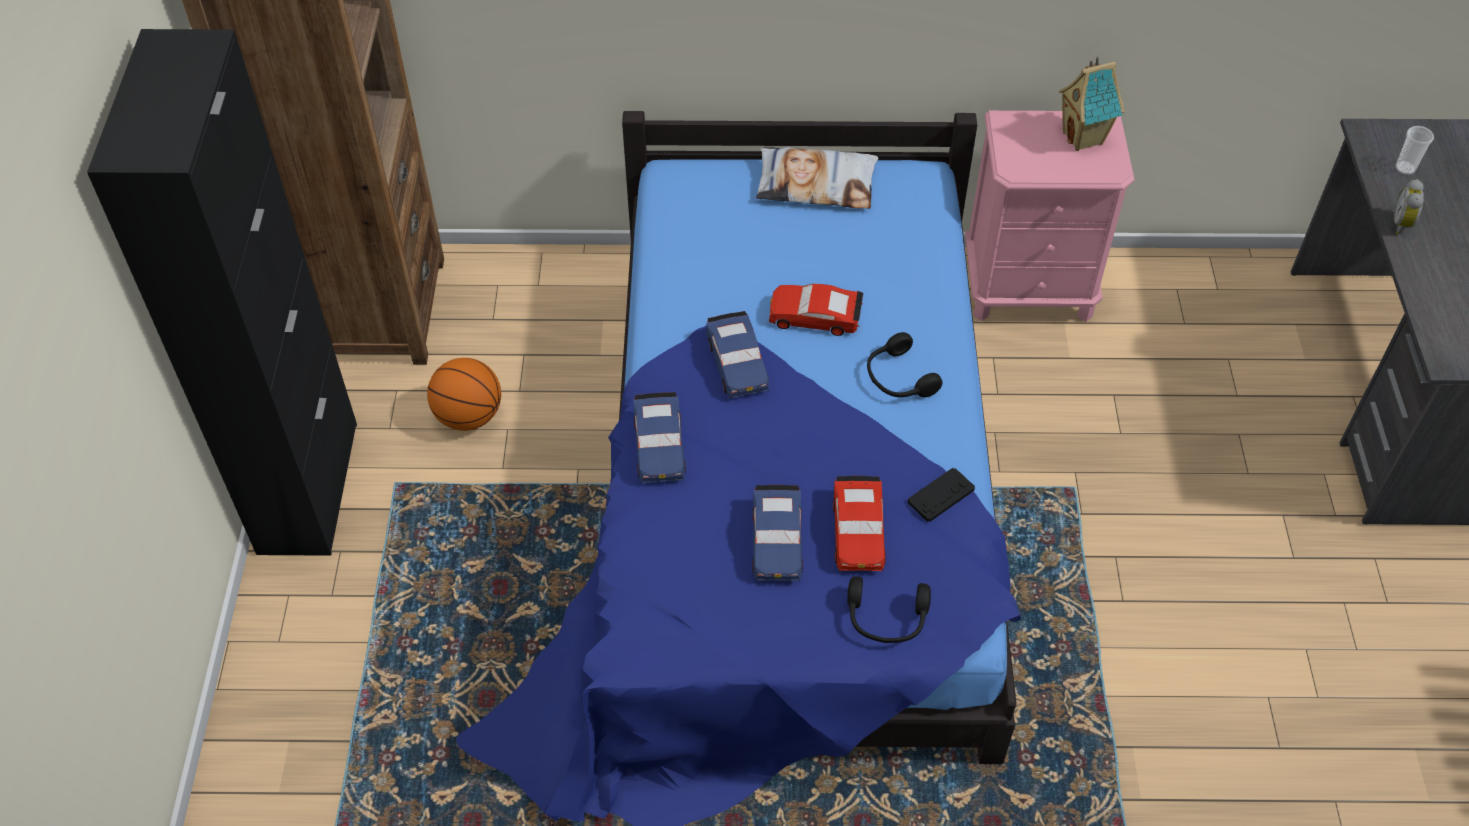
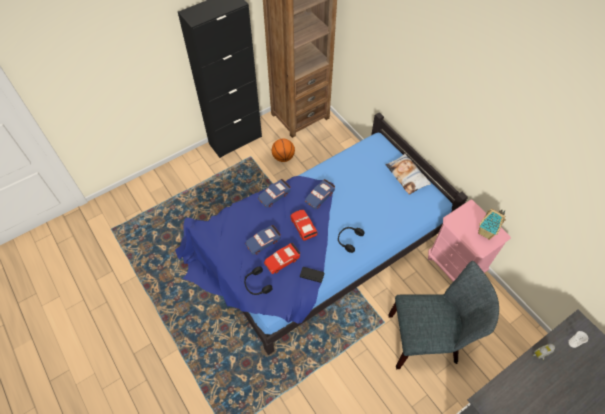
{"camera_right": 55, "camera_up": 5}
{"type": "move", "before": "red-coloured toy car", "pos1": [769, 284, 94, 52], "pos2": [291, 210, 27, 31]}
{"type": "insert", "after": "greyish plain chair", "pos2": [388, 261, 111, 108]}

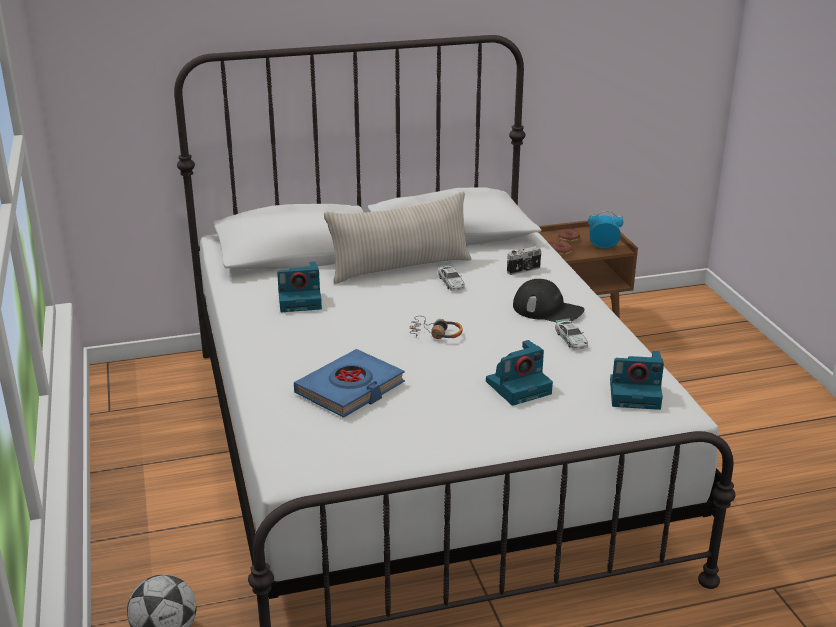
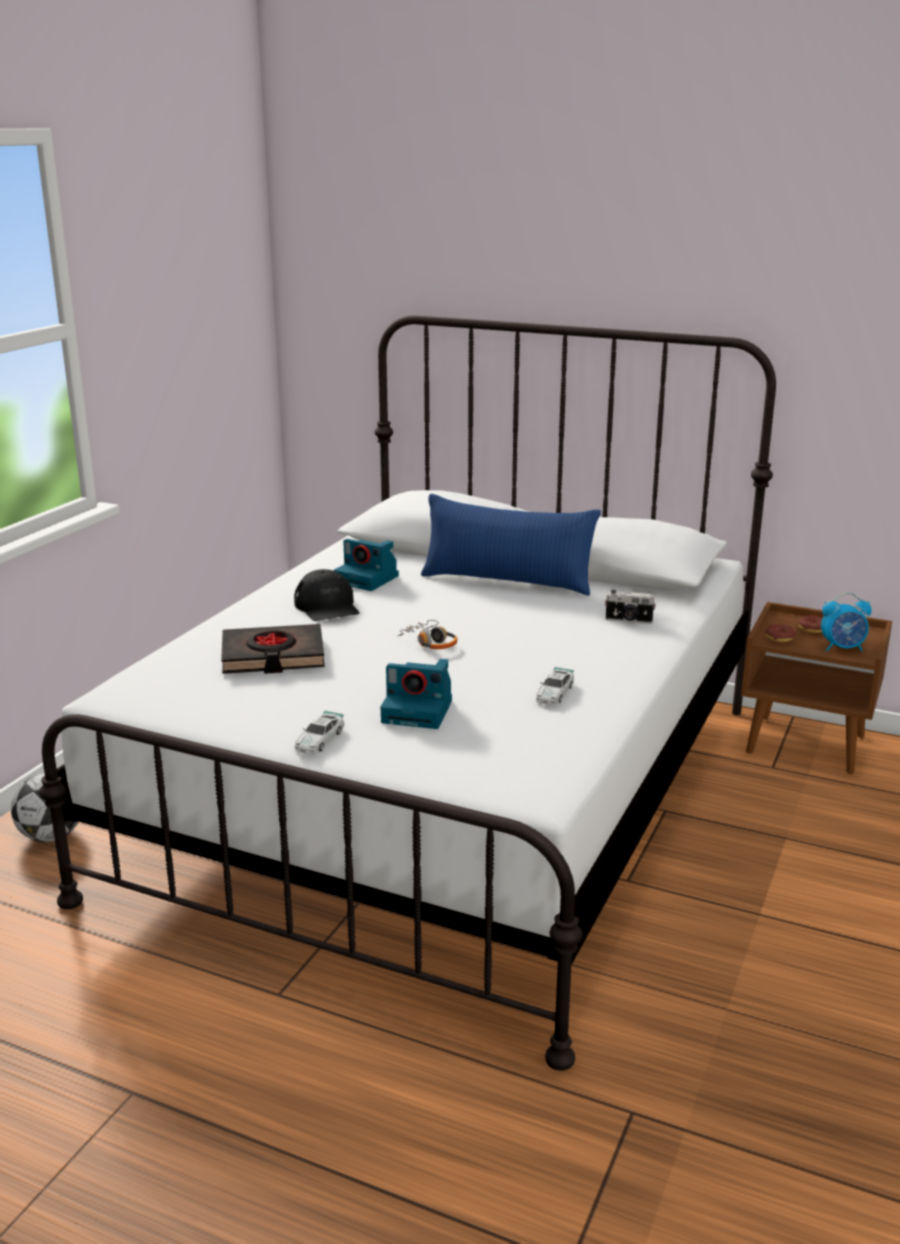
{"camera_right": 40, "camera_up": -5}
{"type": "recolor", "before": "blue-coloured volume", "after": "black-coloured volume", "pos1": [294, 349, 111, 69], "pos2": [221, 624, 104, 50]}
{"type": "recolor", "before": "sand-coloured pillow", "after": "blue-coloured pillow", "pos1": [324, 192, 147, 92], "pos2": [421, 494, 180, 102]}
{"type": "move", "before": "toy car", "pos1": [438, 264, 27, 27], "pos2": [295, 711, 49, 43]}
{"type": "move", "before": "black-coloured cap", "pos1": [513, 279, 71, 43], "pos2": [294, 569, 66, 52]}
{"type": "rotate", "before": "alarm clock", "pos1": [588, 211, 35, 38], "pos2": [821, 593, 51, 59], "turn": 135}
{"type": "delete", "before": "still camera", "pos1": [610, 351, 54, 59]}

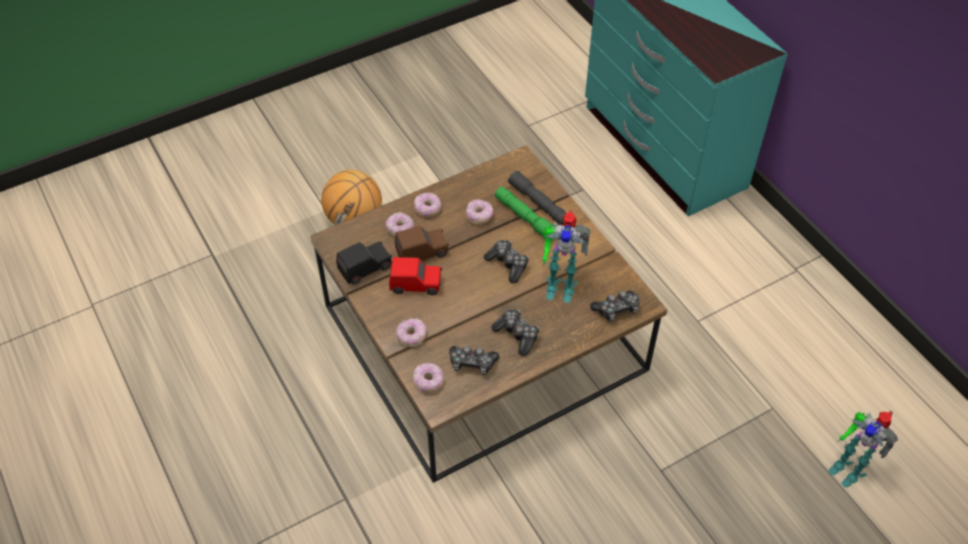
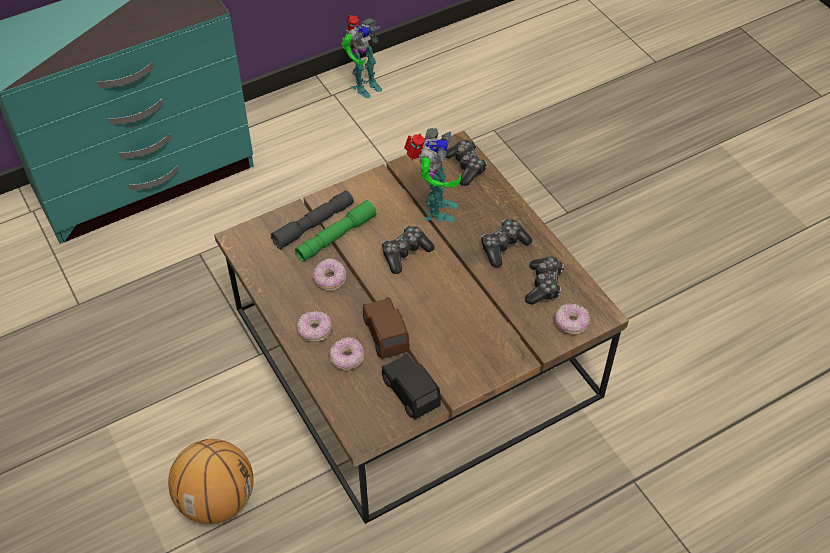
{"camera_right": -90, "camera_up": 0}
{"type": "delete", "before": "red-coloured toy car", "pos1": [389, 257, 53, 38]}
{"type": "delete", "before": "donut", "pos1": [396, 318, 30, 29]}
{"type": "move", "before": "toy robot", "pos1": [828, 411, 70, 77], "pos2": [341, 15, 42, 83]}

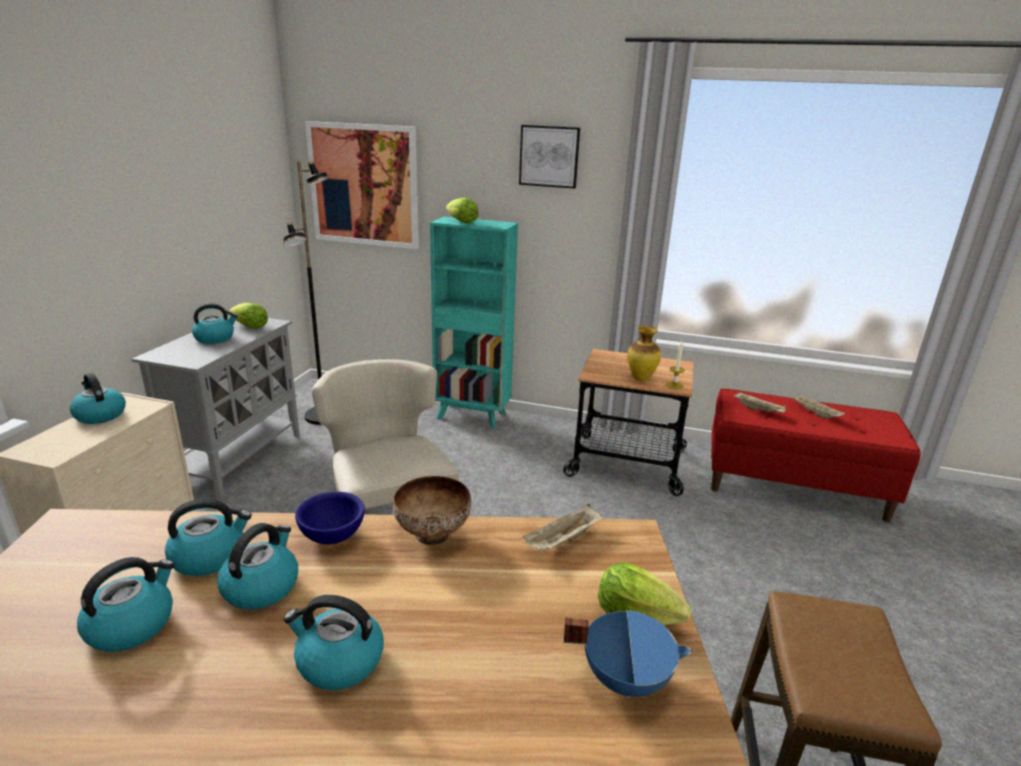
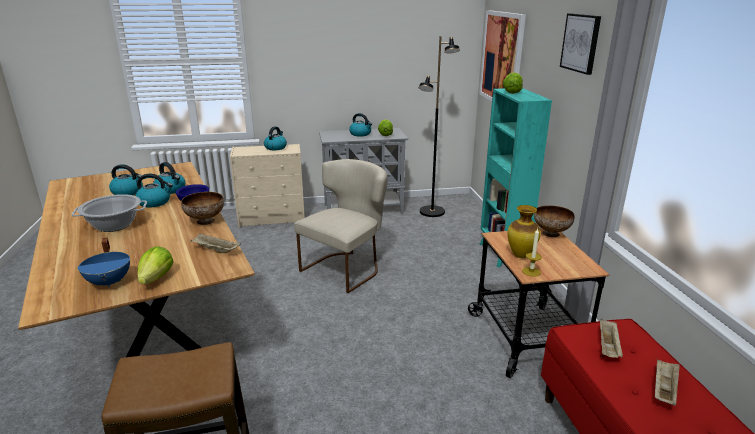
{"camera_right": 65, "camera_up": 0}
{"type": "replace", "before": "tea kettle", "after": "saucepot", "pos1": [284, 595, 100, 95], "pos2": [72, 194, 75, 38]}
{"type": "insert", "after": "bowl", "pos2": [534, 205, 41, 32]}

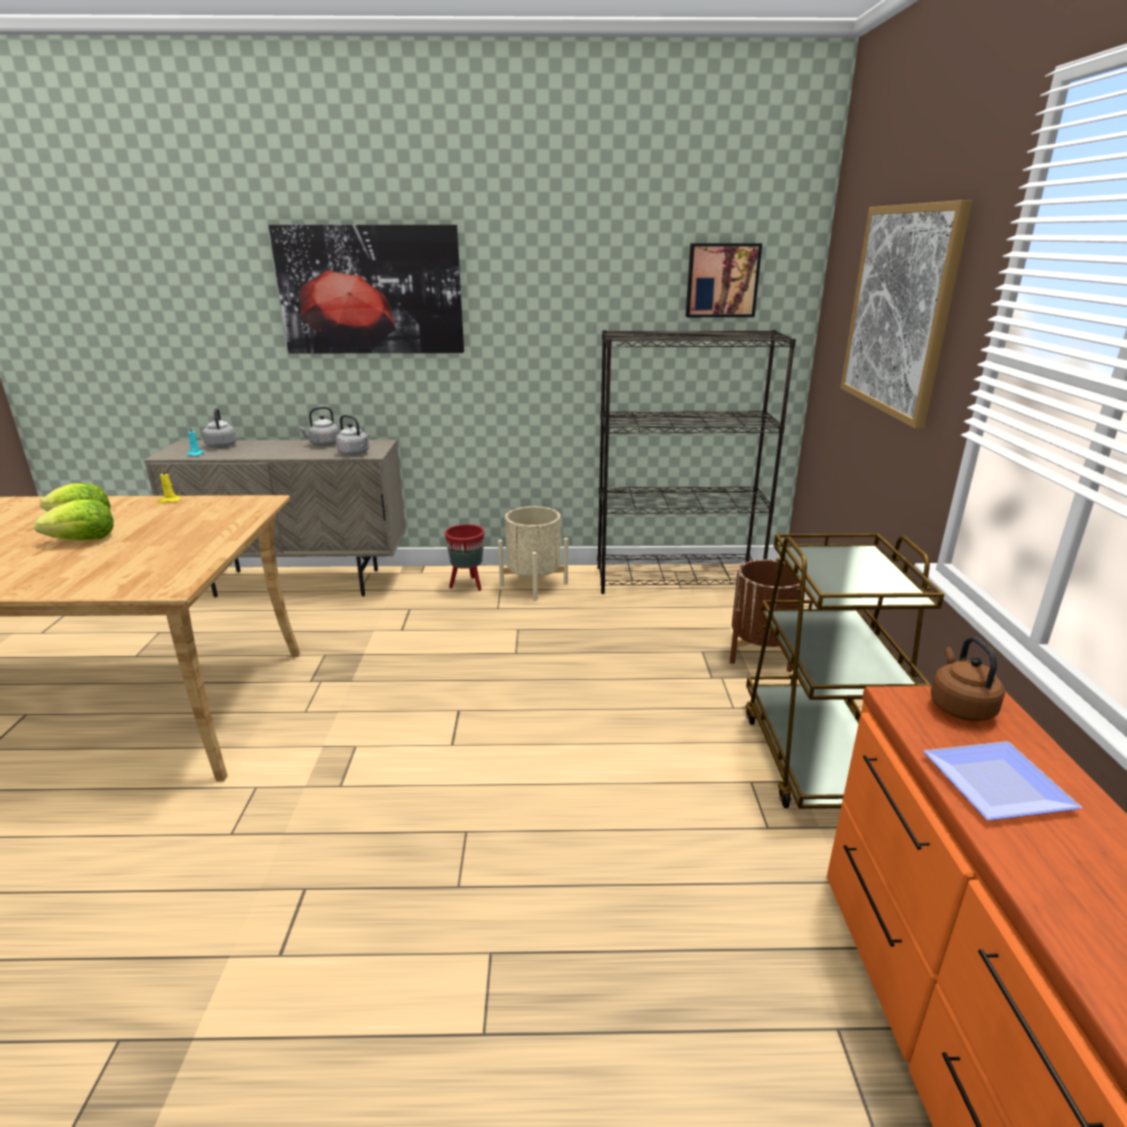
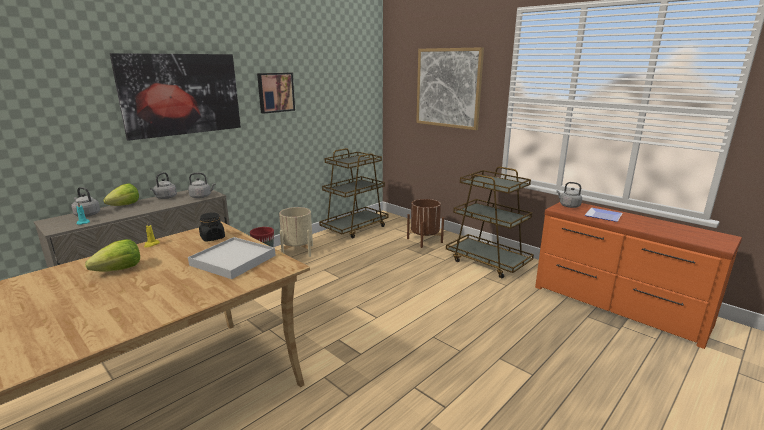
{"camera_right": -45, "camera_up": -5}
{"type": "move", "before": "lettuce head", "pos1": [34, 499, 80, 42], "pos2": [103, 184, 36, 22]}
{"type": "replace", "before": "black-coloured shelving unit", "after": "brown-coloured cart", "pos1": [597, 330, 199, 264], "pos2": [319, 148, 70, 90]}
{"type": "move", "before": "picture", "pos1": [686, 243, 76, 74], "pos2": [257, 73, 38, 41]}
{"type": "recolor", "before": "brown-coloured tea kettle", "after": "greyish tea kettle", "pos1": [931, 637, 74, 84], "pos2": [556, 182, 26, 26]}
{"type": "insert", "after": "whitish carrying tray", "pos2": [188, 237, 88, 42]}
{"type": "insert", "after": "black-coloured storage jar", "pos2": [199, 212, 26, 29]}

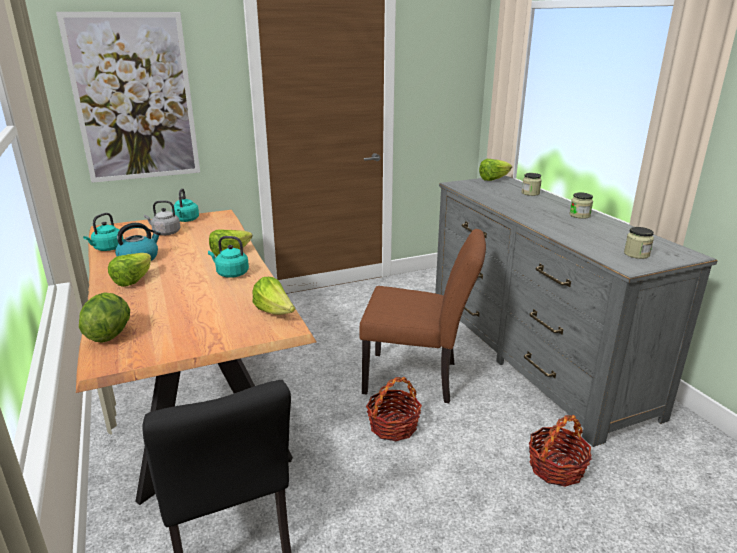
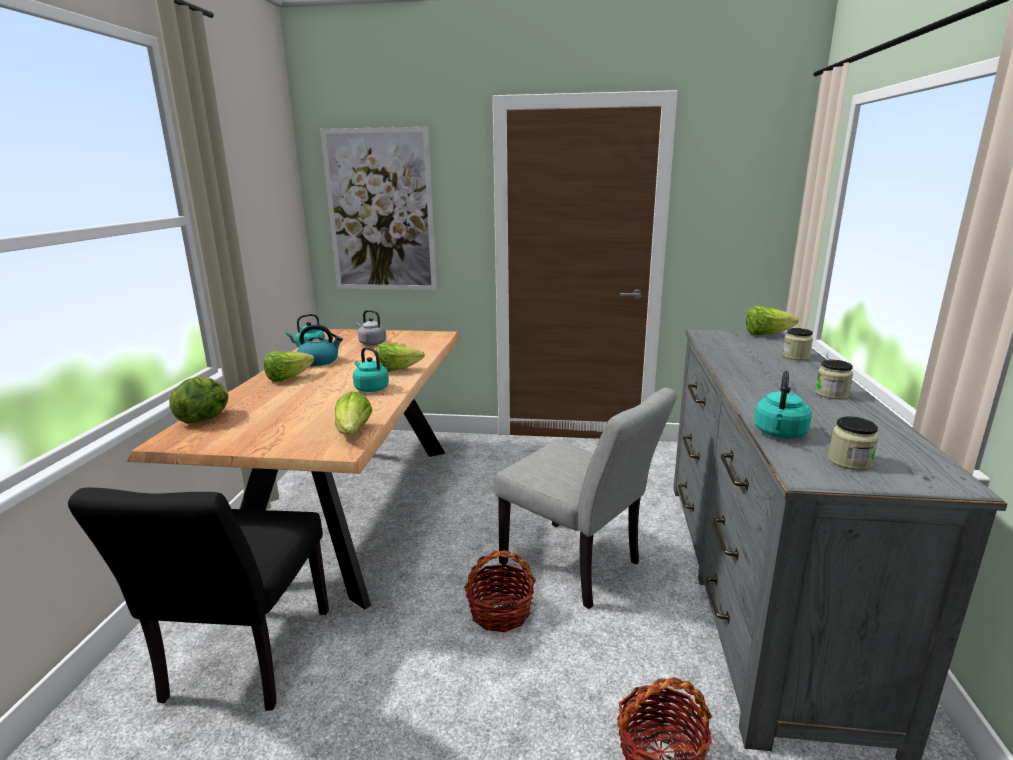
{"camera_right": 30, "camera_up": -5}
{"type": "move", "before": "turquoise tea kettle", "pos1": [174, 188, 25, 34], "pos2": [754, 371, 58, 68]}
{"type": "recolor", "before": "brown-coloured plain chair", "after": "greyish plain chair", "pos1": [359, 229, 127, 174], "pos2": [494, 388, 183, 221]}

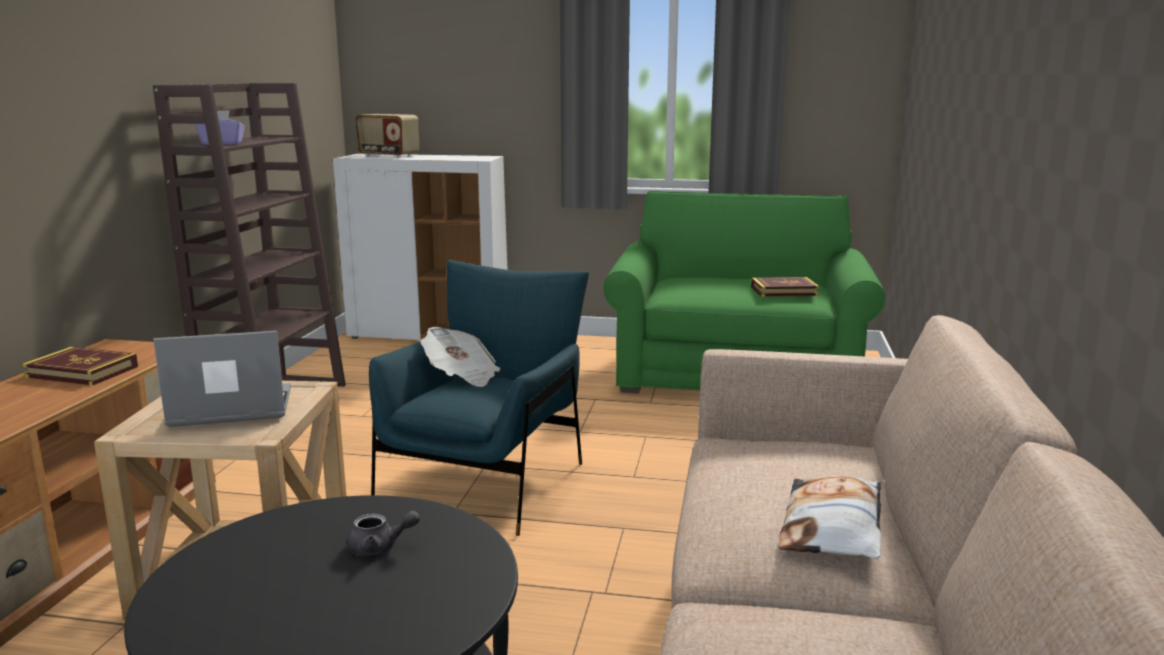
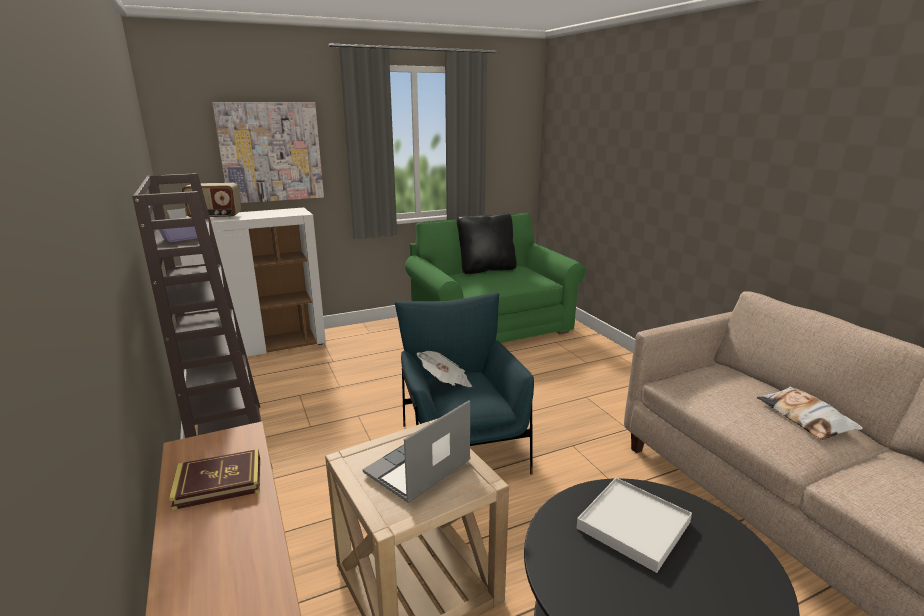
{"camera_right": -35, "camera_up": 5}
{"type": "replace", "before": "greyish pot for tea", "after": "whitish carrying tray", "pos1": [347, 511, 73, 44], "pos2": [577, 478, 115, 95]}
{"type": "delete", "before": "volume", "pos1": [751, 277, 68, 20]}
{"type": "insert", "after": "picture", "pos2": [212, 102, 112, 101]}
{"type": "insert", "after": "black-coloured pillow", "pos2": [457, 213, 60, 61]}

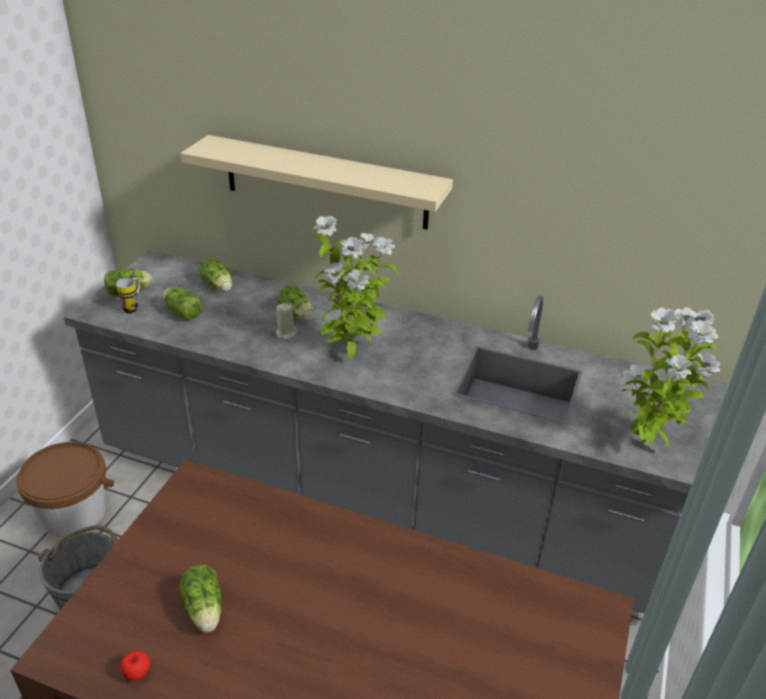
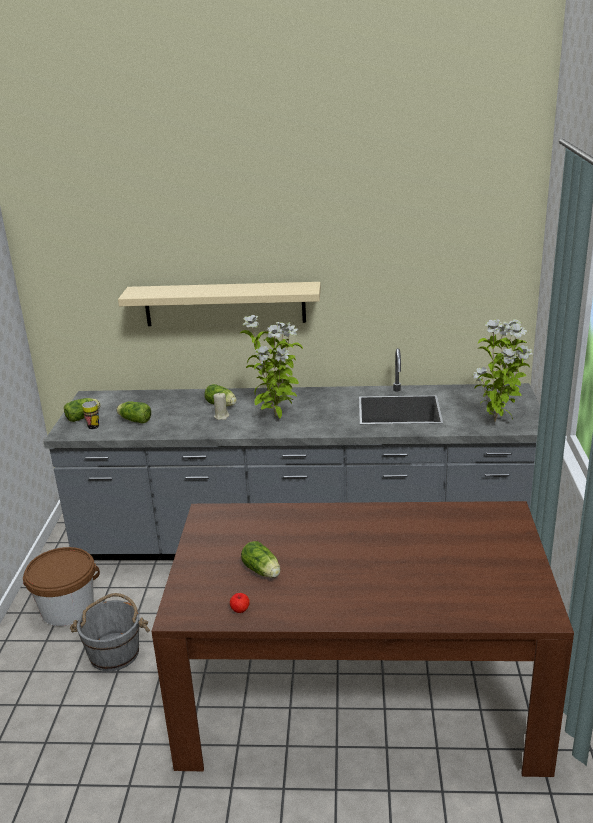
{"camera_right": -15, "camera_up": -10}
{"type": "delete", "before": "lettuce head", "pos1": [199, 258, 33, 34]}

